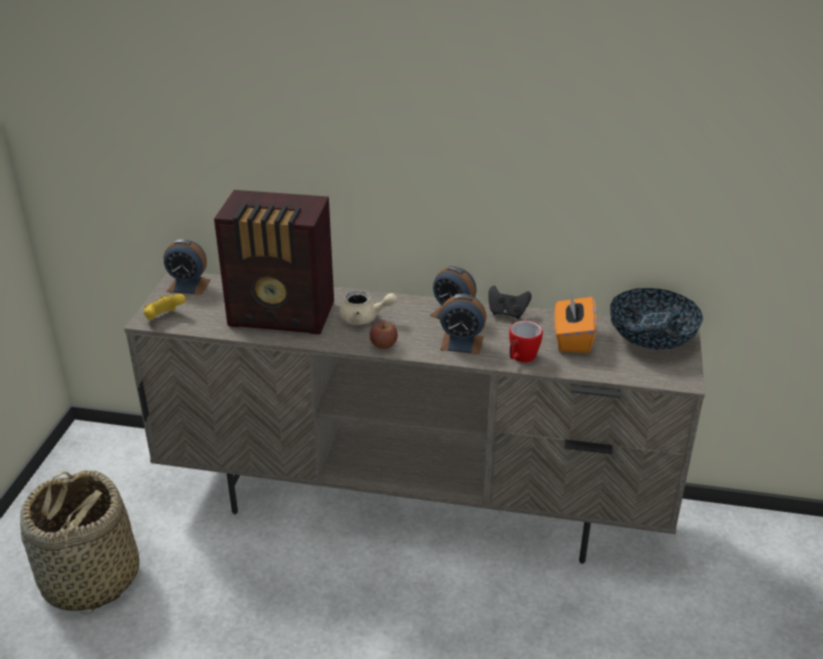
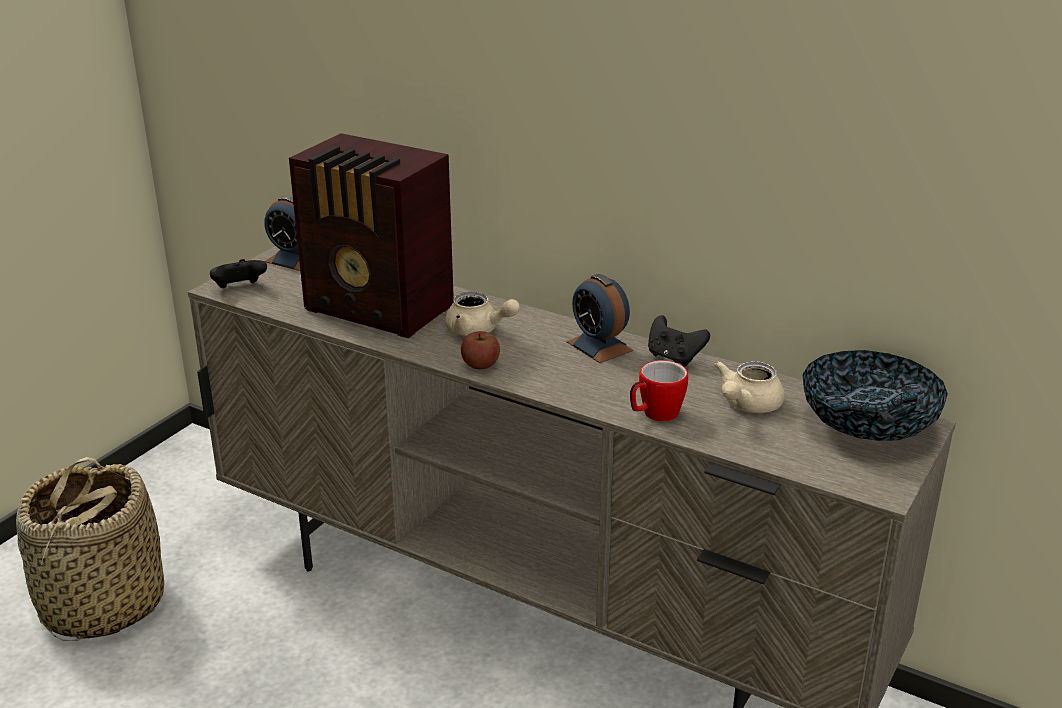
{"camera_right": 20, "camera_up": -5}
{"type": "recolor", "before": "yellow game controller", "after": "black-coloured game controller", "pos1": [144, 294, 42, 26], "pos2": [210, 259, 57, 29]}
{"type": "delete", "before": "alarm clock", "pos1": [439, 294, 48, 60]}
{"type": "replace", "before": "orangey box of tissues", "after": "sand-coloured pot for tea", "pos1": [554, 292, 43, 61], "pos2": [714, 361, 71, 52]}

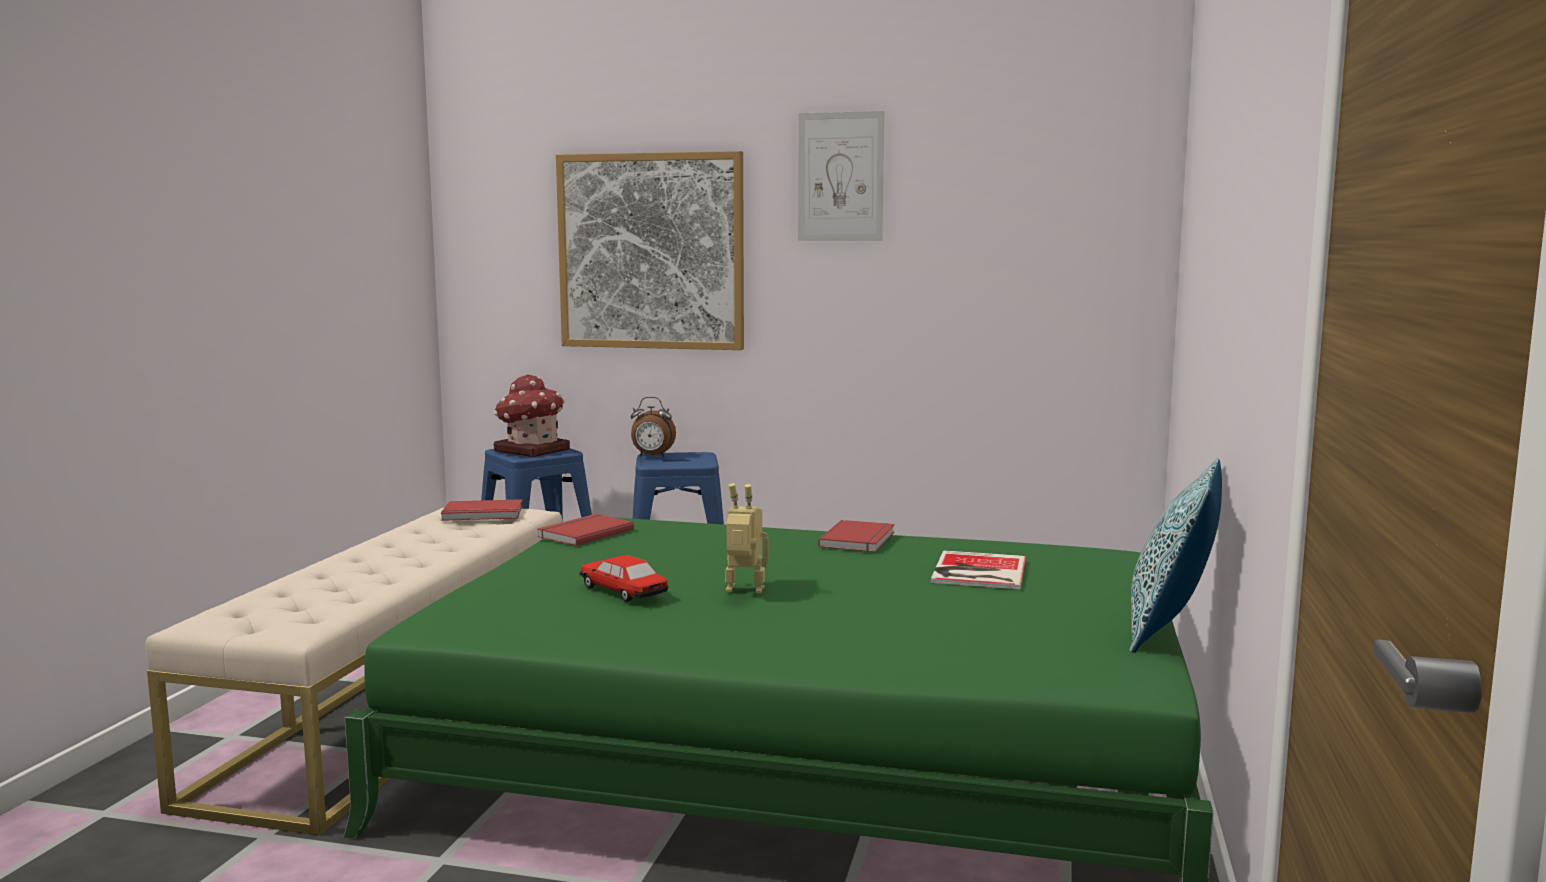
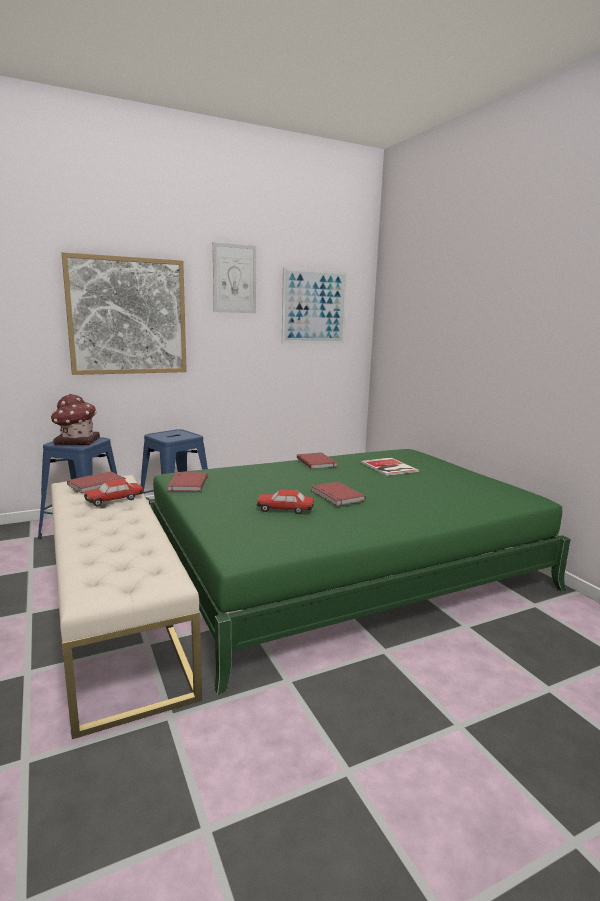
{"camera_right": -40, "camera_up": 5}
{"type": "delete", "before": "alarm clock", "pos1": [631, 397, 45, 60]}
{"type": "replace", "before": "toy robot", "after": "red-coloured volume", "pos1": [725, 483, 44, 110], "pos2": [311, 482, 55, 24]}
{"type": "delete", "before": "pillow", "pos1": [1129, 458, 93, 195]}
{"type": "insert", "after": "toy car", "pos2": [84, 480, 59, 26]}
{"type": "insert", "after": "picture", "pos2": [282, 268, 65, 75]}

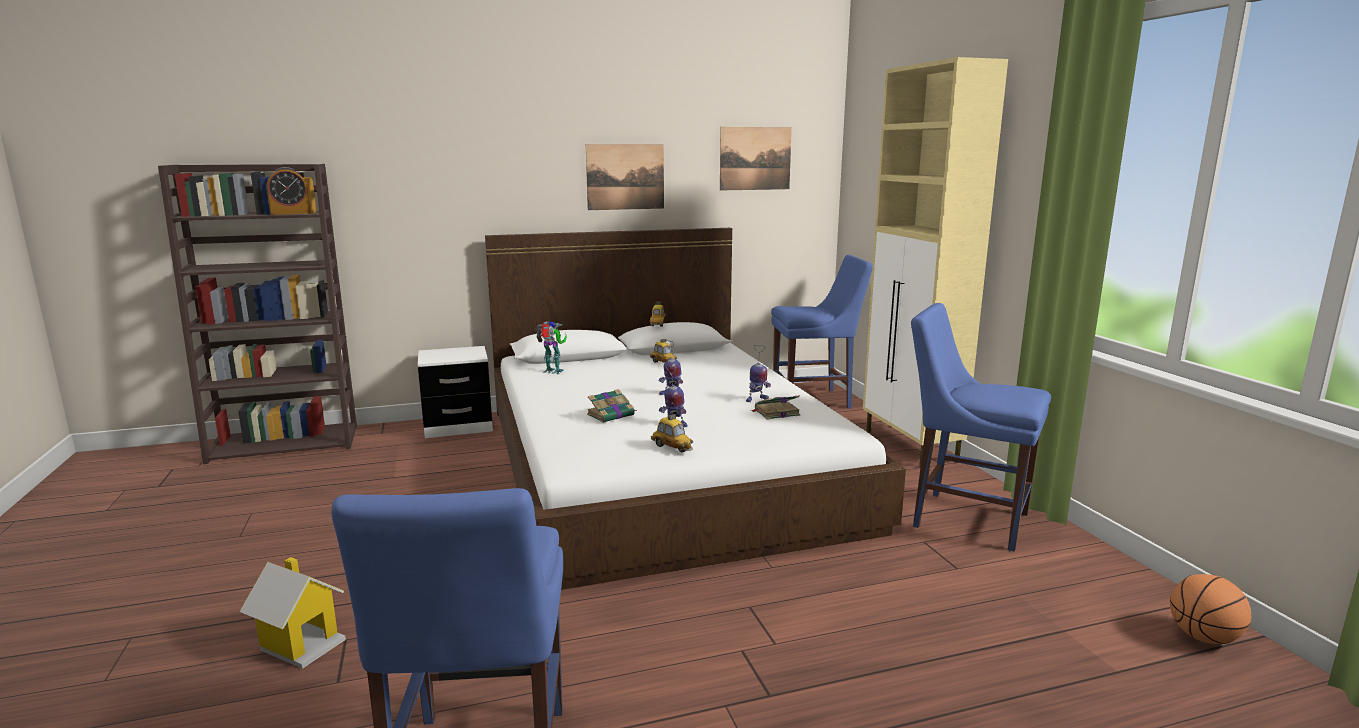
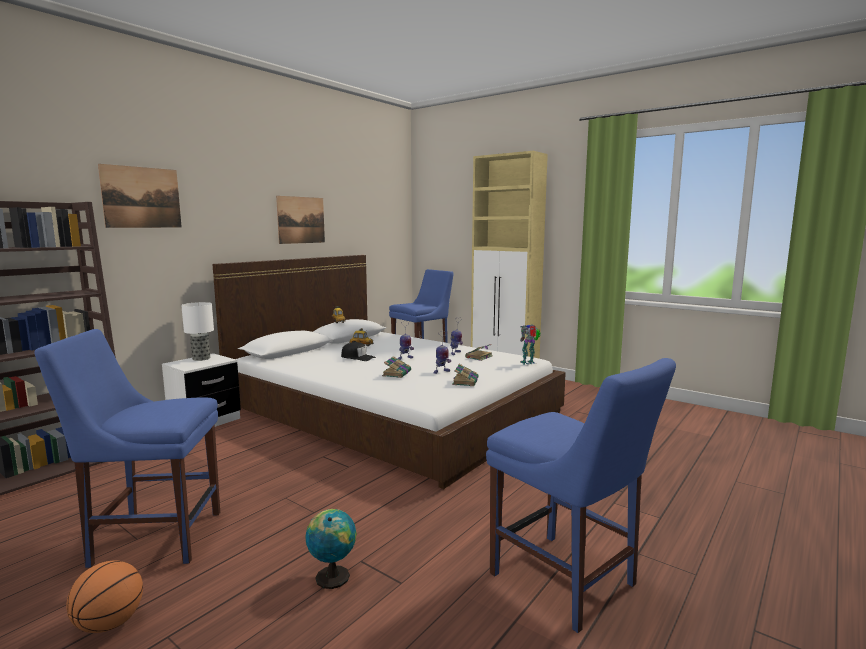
{"camera_right": -35, "camera_up": -5}
{"type": "replace", "before": "toy house", "after": "globe", "pos1": [239, 557, 107, 112], "pos2": [305, 509, 52, 80]}
{"type": "delete", "before": "alarm clock", "pos1": [267, 167, 44, 48]}
{"type": "move", "before": "toy robot", "pos1": [536, 322, 31, 52], "pos2": [520, 325, 21, 40]}
{"type": "replace", "before": "toy car", "after": "volume", "pos1": [651, 414, 42, 38], "pos2": [452, 364, 27, 22]}
{"type": "move", "before": "picture", "pos1": [720, 127, 72, 63], "pos2": [98, 164, 84, 64]}
{"type": "move", "before": "blue-coloured plain chair", "pos1": [911, 303, 140, 249], "pos2": [35, 329, 185, 239]}
{"type": "move", "before": "basketball", "pos1": [1170, 574, 81, 70], "pos2": [66, 561, 77, 72]}
{"type": "insert", "after": "table lamp", "pos2": [181, 302, 33, 59]}
{"type": "insert", "after": "black-coloured cap", "pos2": [341, 342, 35, 19]}

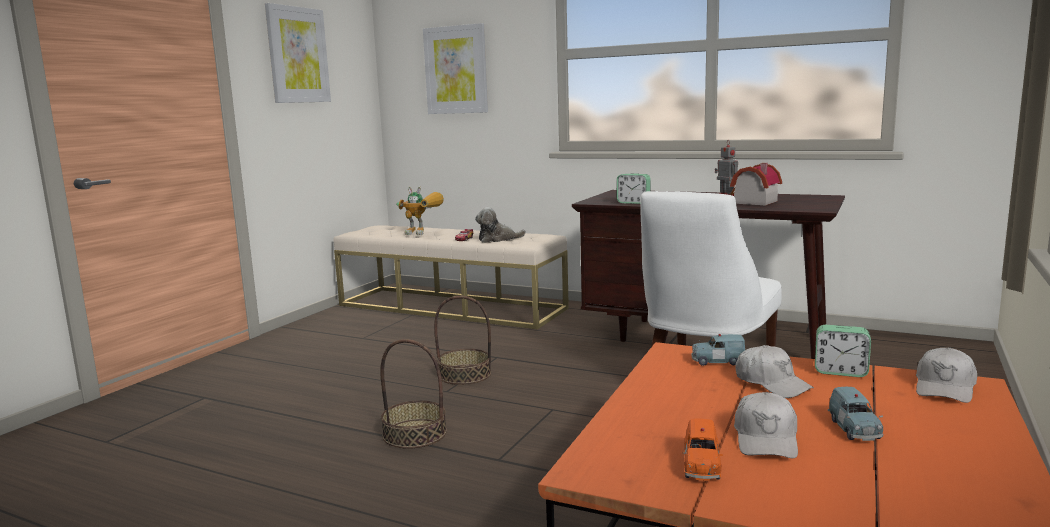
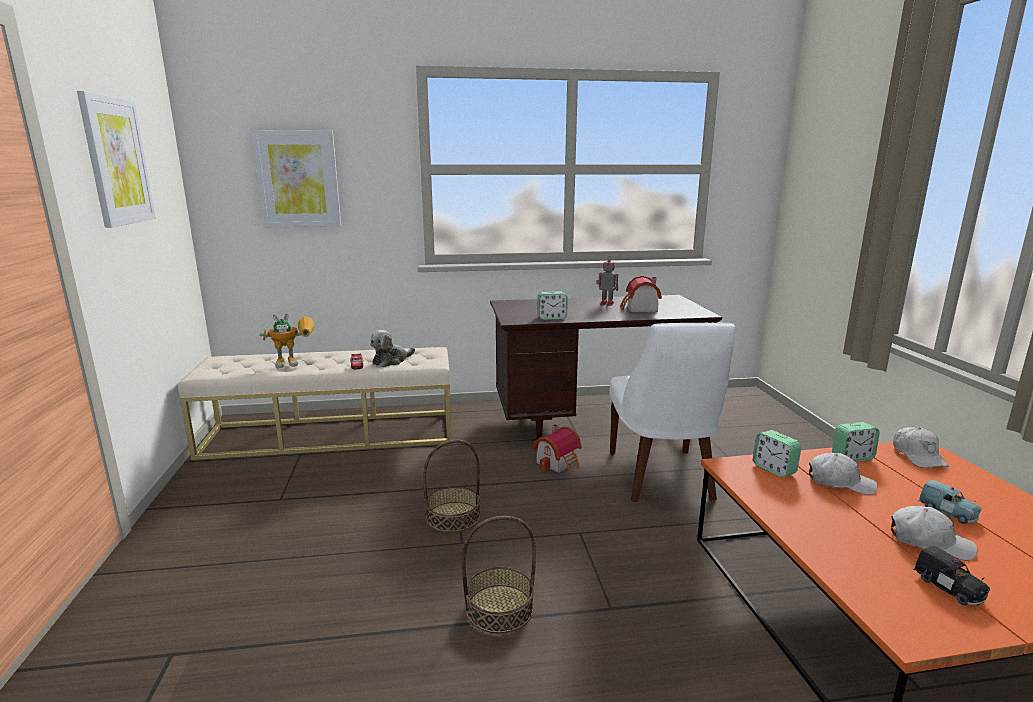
{"camera_right": -35, "camera_up": 5}
{"type": "recolor", "before": "orangey toy car", "after": "black-coloured toy car", "pos1": [683, 419, 40, 62], "pos2": [914, 546, 76, 60]}
{"type": "replace", "before": "blue-coloured toy car", "after": "alarm clock", "pos1": [691, 334, 54, 32], "pos2": [753, 430, 48, 47]}
{"type": "rotate", "before": "whitish cap", "pos1": [734, 392, 64, 66], "pos2": [891, 506, 86, 55], "turn": -45}
{"type": "insert", "after": "toy house", "pos2": [533, 424, 49, 49]}

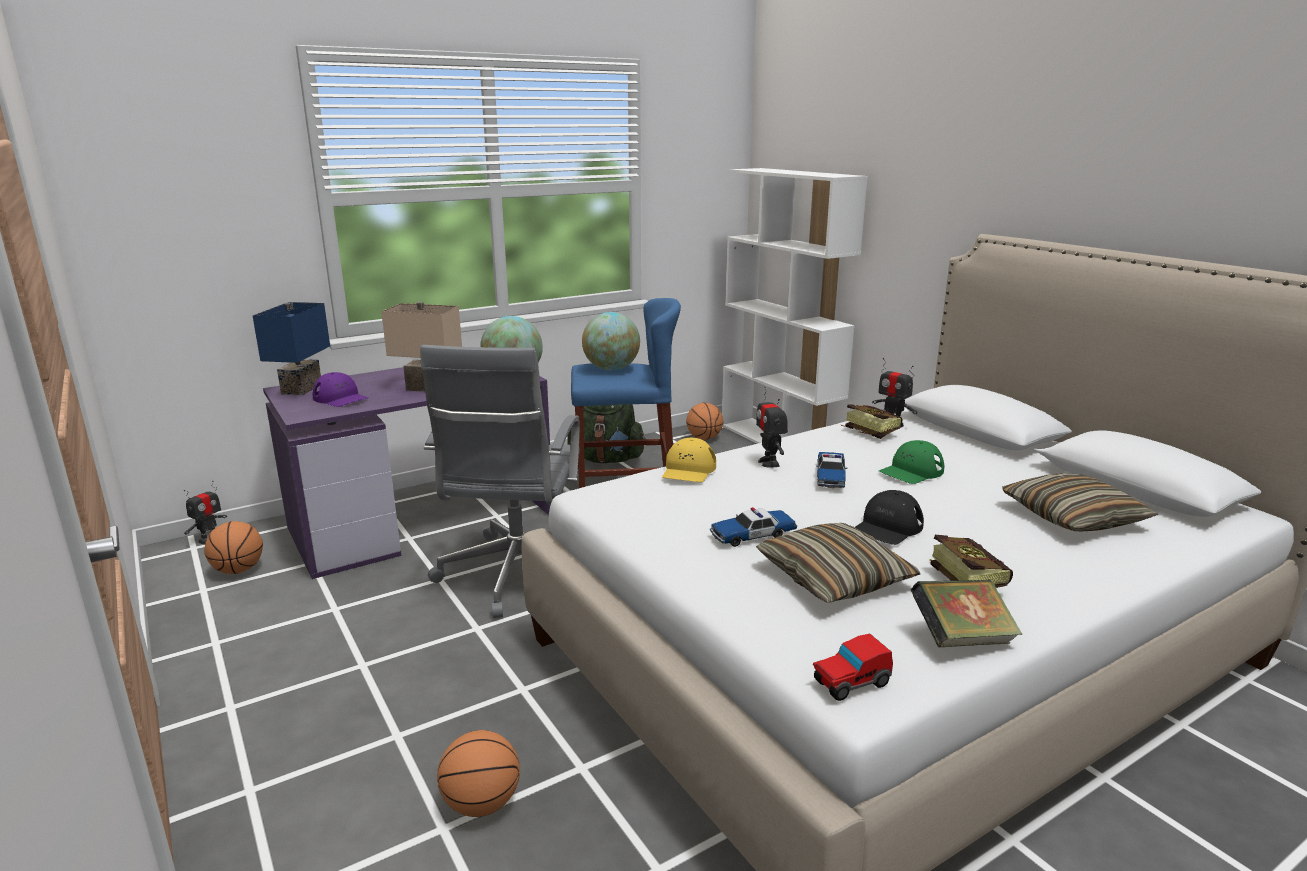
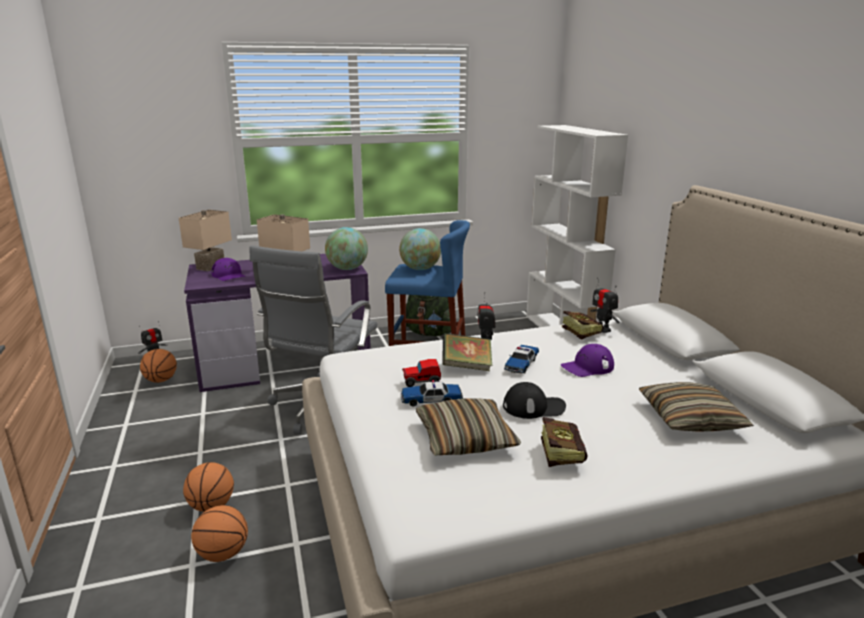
{"camera_right": 15, "camera_up": 0}
{"type": "recolor", "before": "blue-coloured table lamp", "after": "sand-coloured table lamp", "pos1": [253, 302, 77, 93], "pos2": [179, 210, 53, 61]}
{"type": "delete", "before": "yellow cap", "pos1": [662, 438, 54, 44]}
{"type": "move", "before": "basketball", "pos1": [686, 403, 37, 37], "pos2": [183, 462, 51, 50]}
{"type": "move", "before": "toy car", "pos1": [813, 634, 80, 67], "pos2": [402, 359, 39, 28]}
{"type": "rotate", "before": "black-coloured cap", "pos1": [855, 490, 69, 55], "pos2": [503, 382, 63, 37], "turn": -150}
{"type": "recolor", "before": "green cap", "after": "purplish cap", "pos1": [879, 440, 65, 44], "pos2": [561, 344, 53, 33]}
{"type": "move", "before": "volume", "pos1": [911, 579, 111, 68], "pos2": [442, 333, 51, 38]}

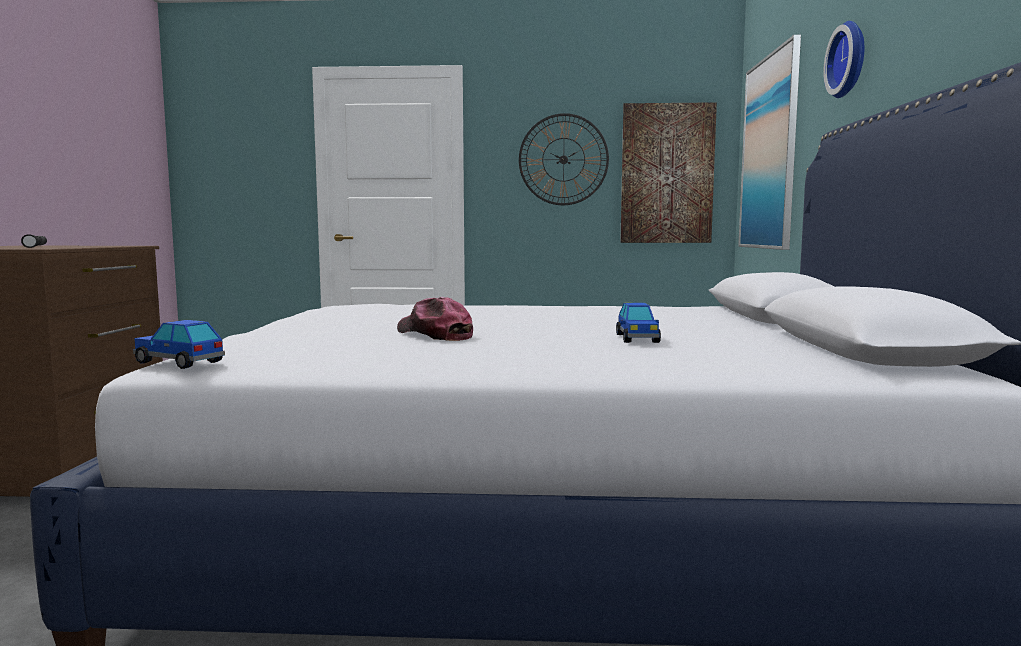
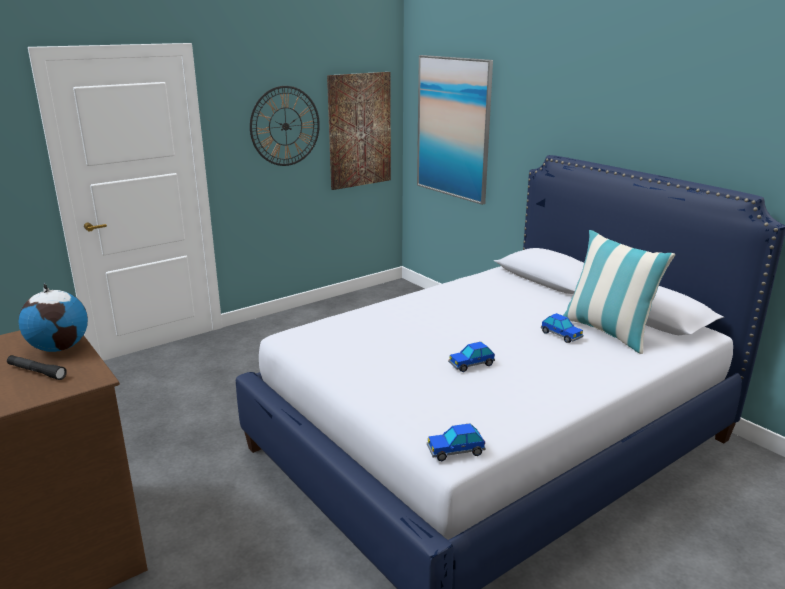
{"camera_right": -40, "camera_up": 15}
{"type": "replace", "before": "cap", "after": "toy car", "pos1": [397, 297, 76, 44], "pos2": [448, 342, 47, 30]}
{"type": "delete", "before": "hanging clock", "pos1": [823, 21, 41, 77]}
{"type": "insert", "after": "globe", "pos2": [18, 283, 70, 69]}
{"type": "insert", "after": "pillow", "pos2": [563, 230, 112, 124]}

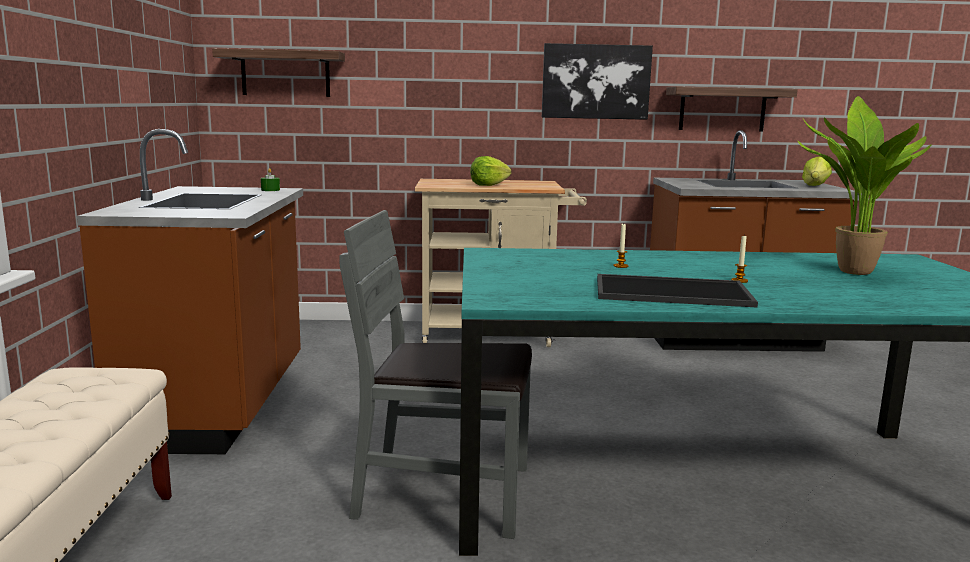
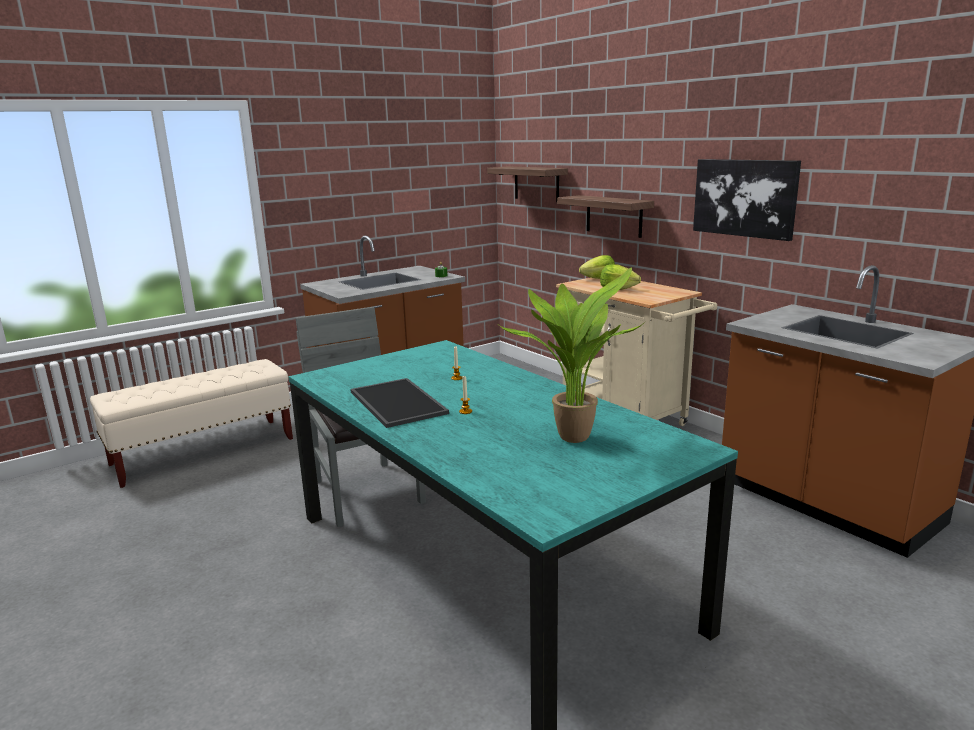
{"camera_right": 55, "camera_up": 5}
{"type": "move", "before": "shelf", "pos1": [666, 87, 132, 45], "pos2": [557, 195, 97, 43]}
{"type": "move", "before": "lettuce head", "pos1": [802, 156, 30, 30], "pos2": [579, 255, 36, 24]}

